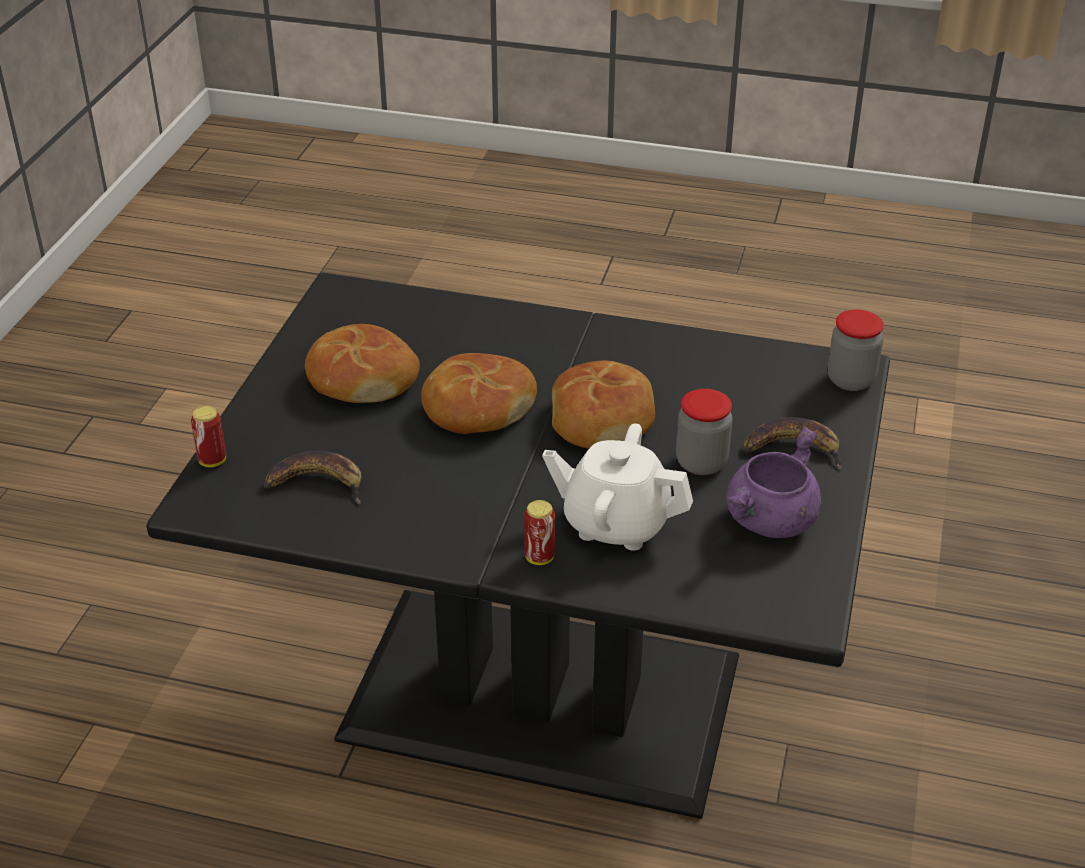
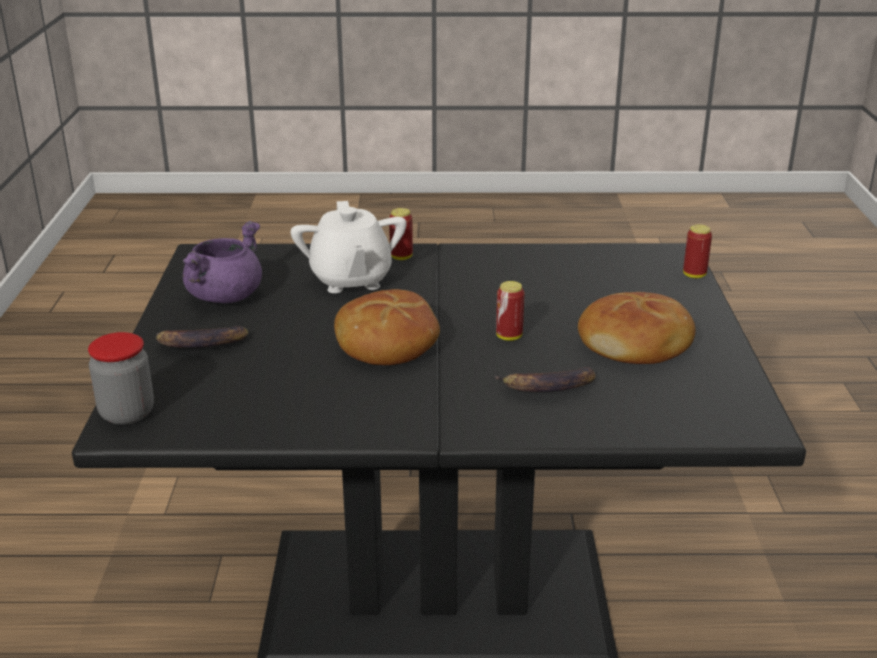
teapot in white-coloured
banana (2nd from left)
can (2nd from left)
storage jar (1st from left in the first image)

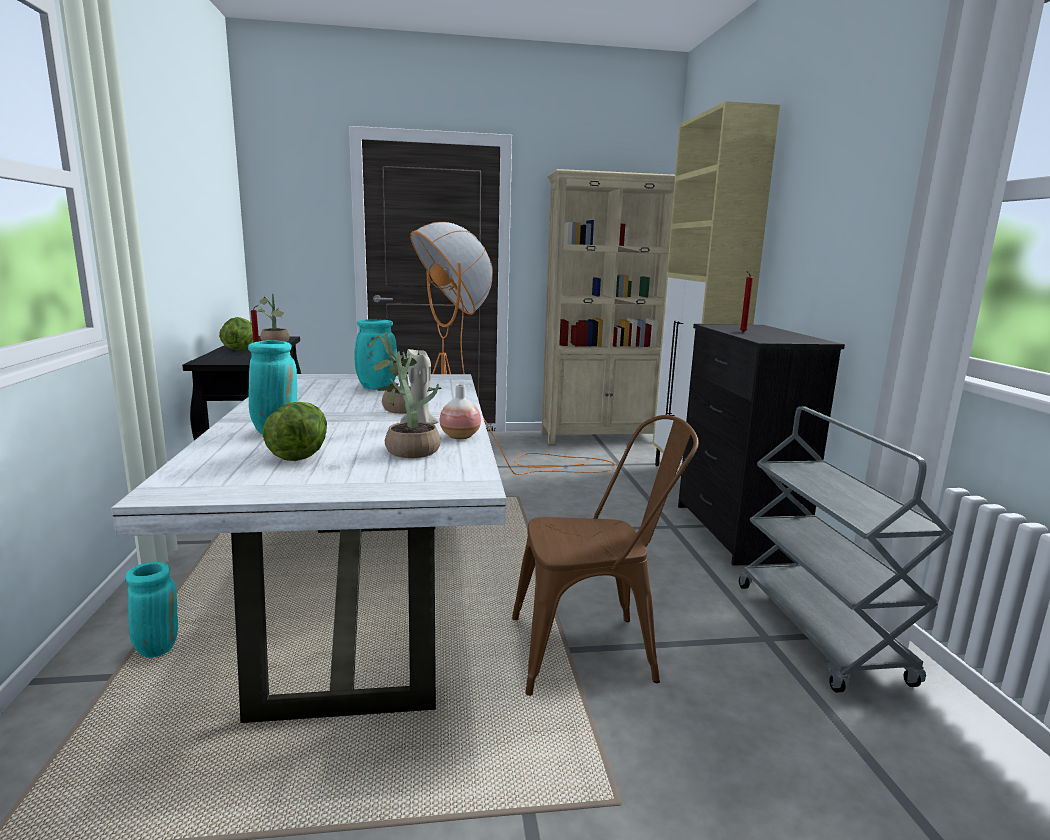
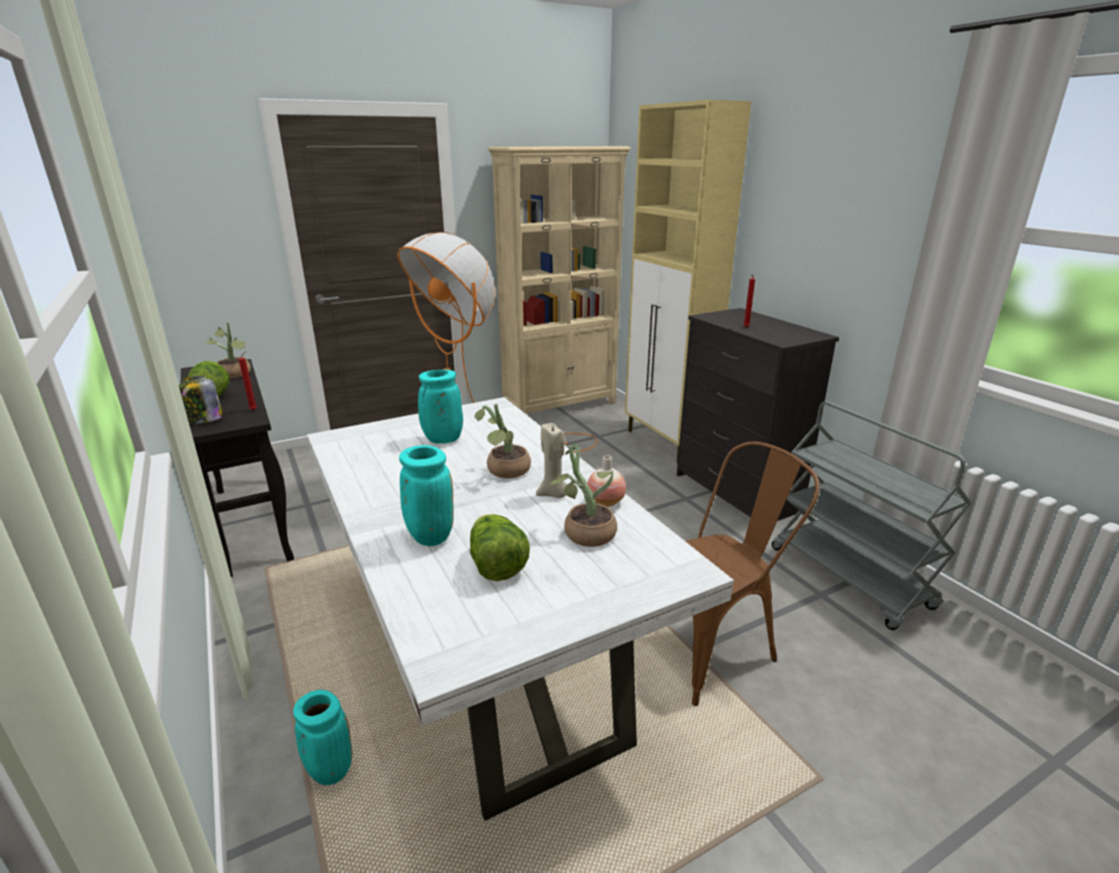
storage jar

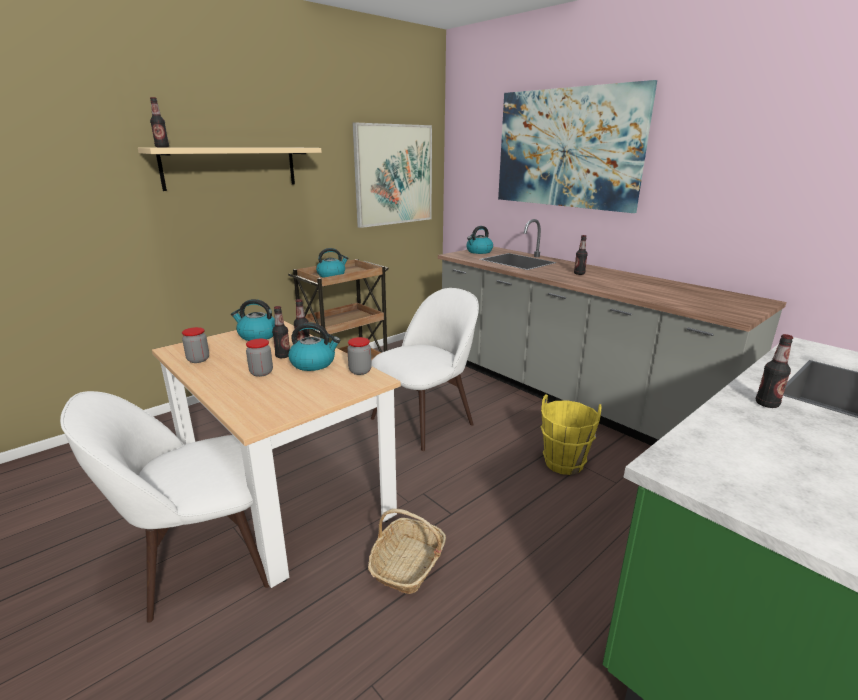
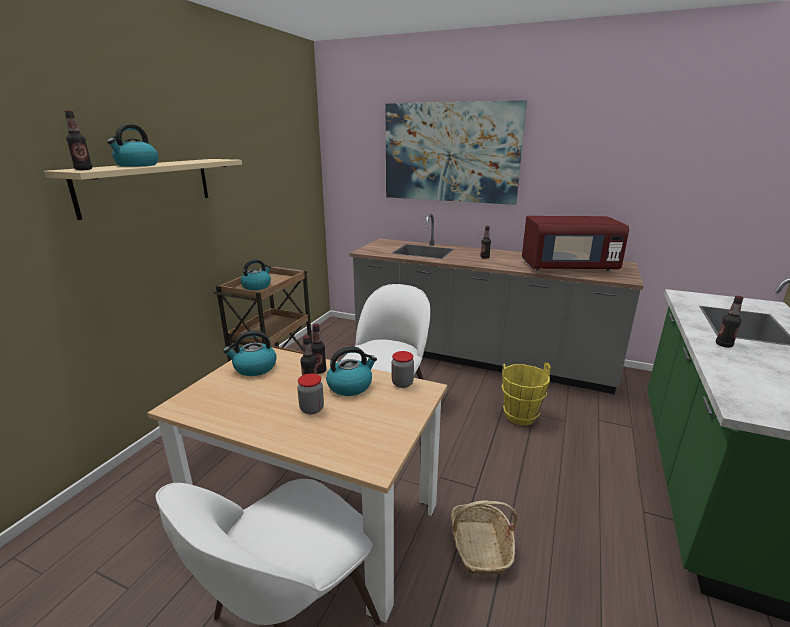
water kettle (1st from left)
microwave oven in red
storage jar (1st from left in the first image)
picture (1st from left in the first image)

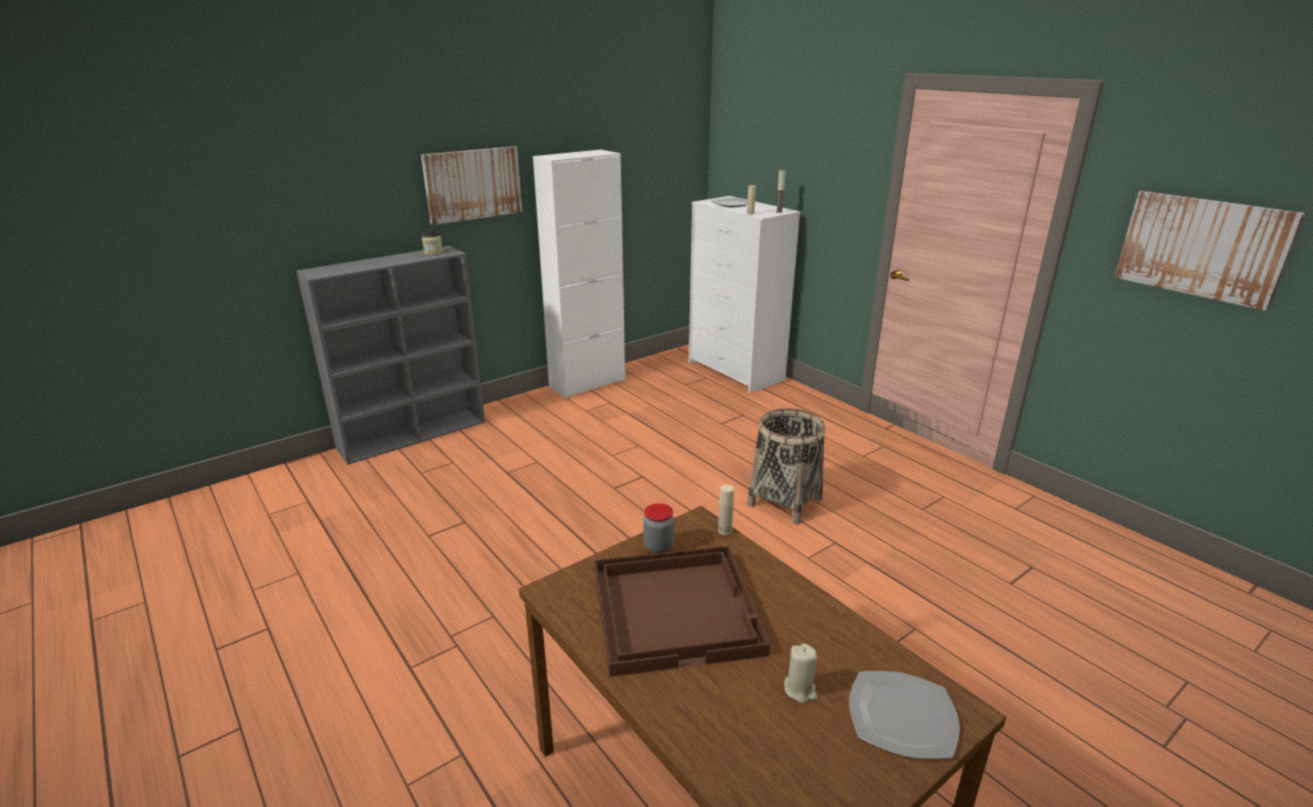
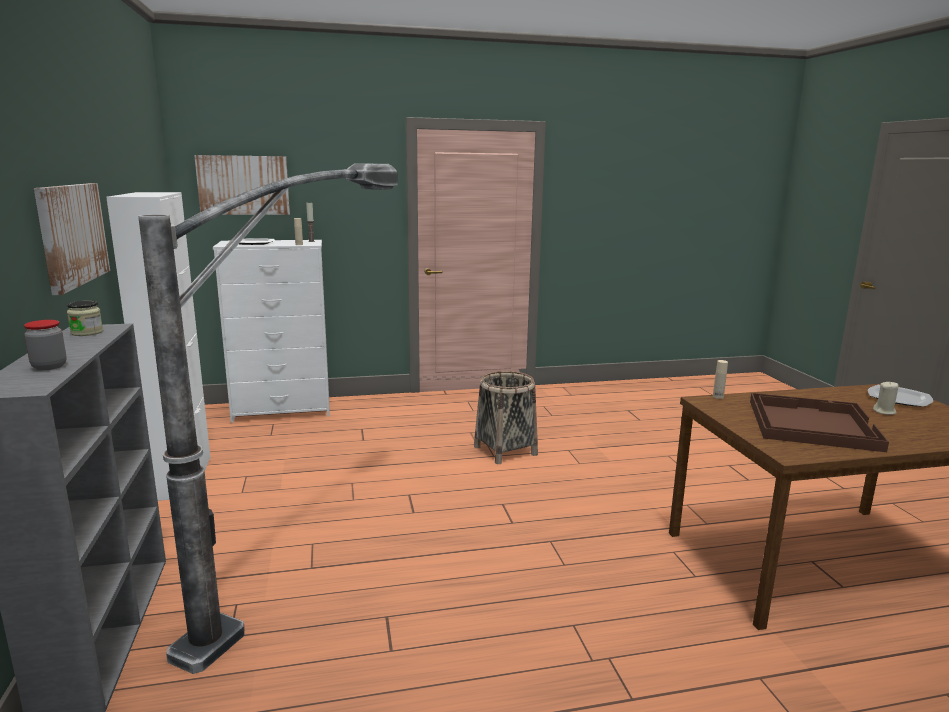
storage jar (1st from left)
standard lamp
picture (2nd from left)

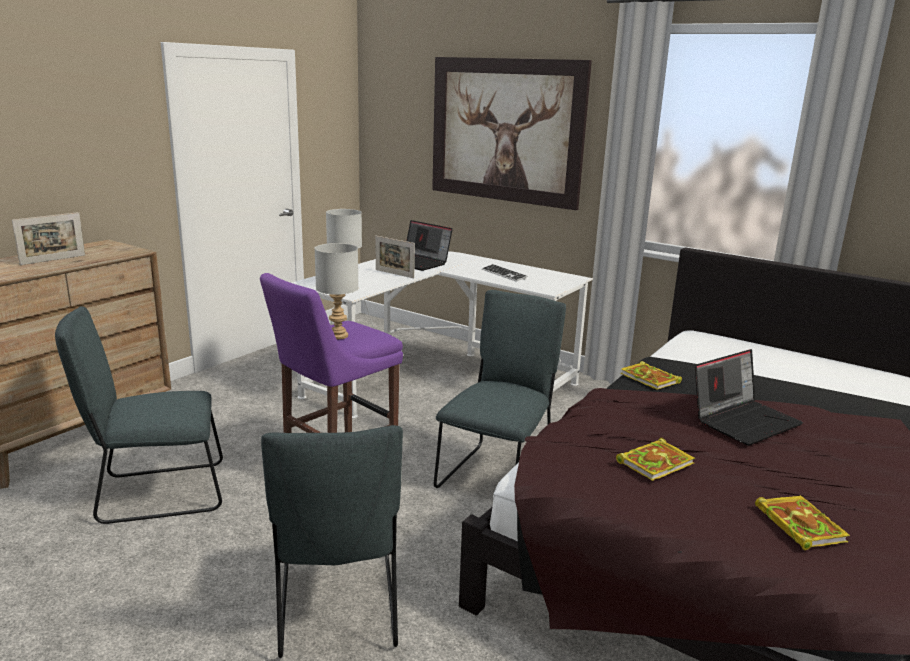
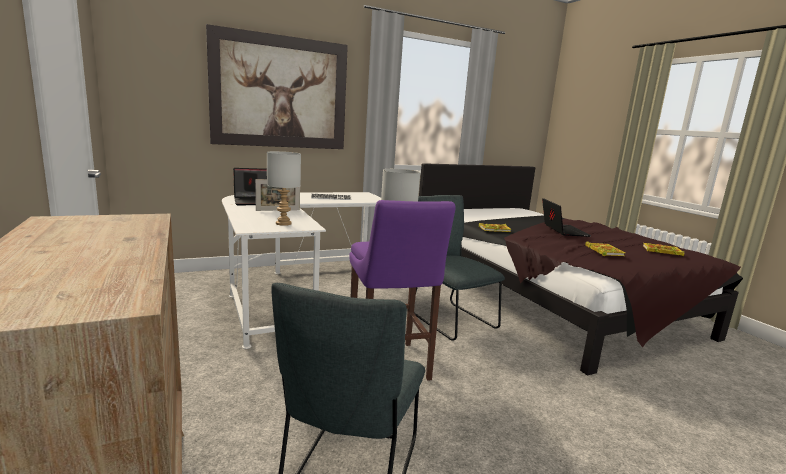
photo frame (1st from left in the first image)
chair in grey (2nd from left in the first image)

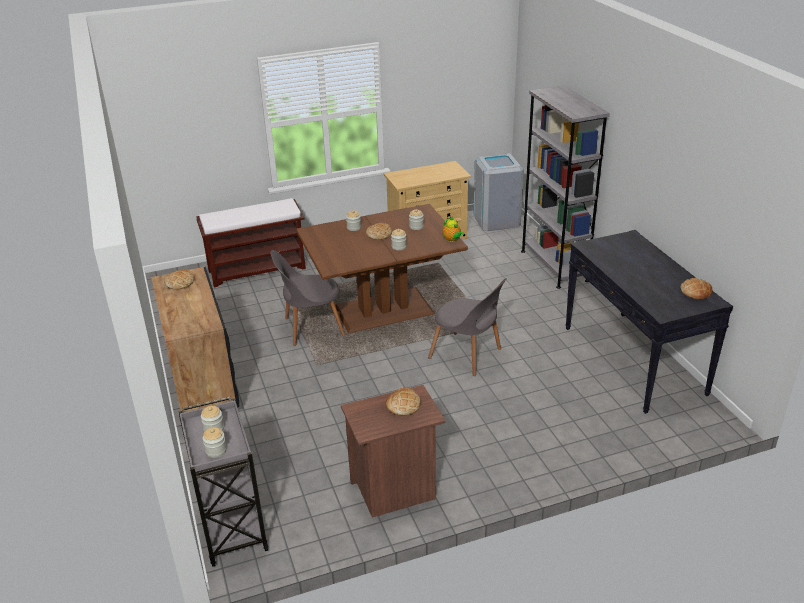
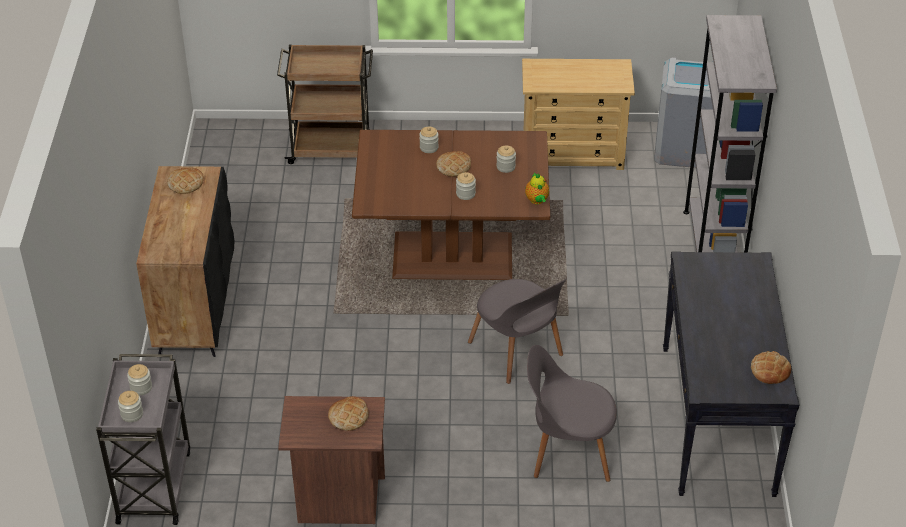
cart in brownish
chair in grey (2nd from left)

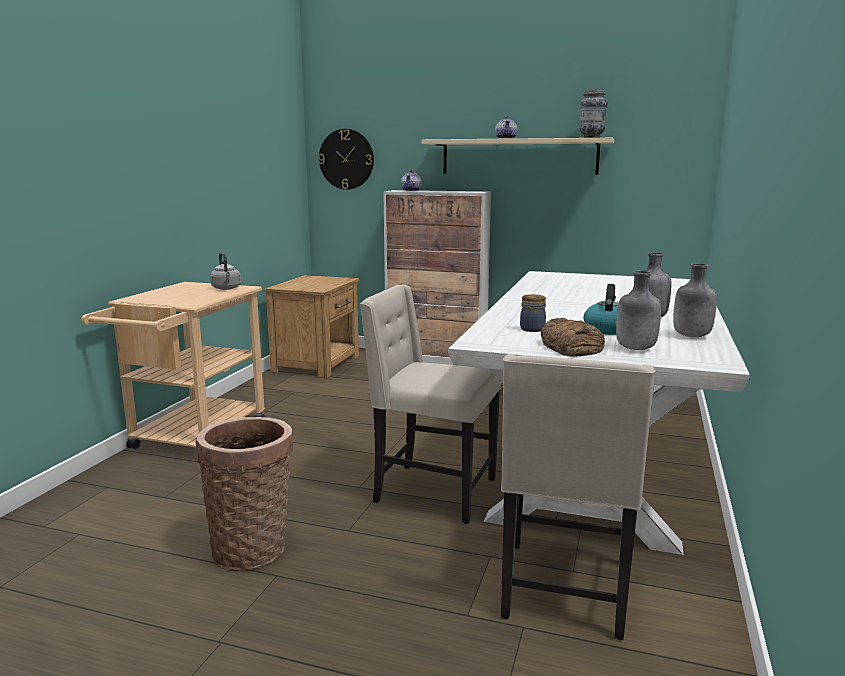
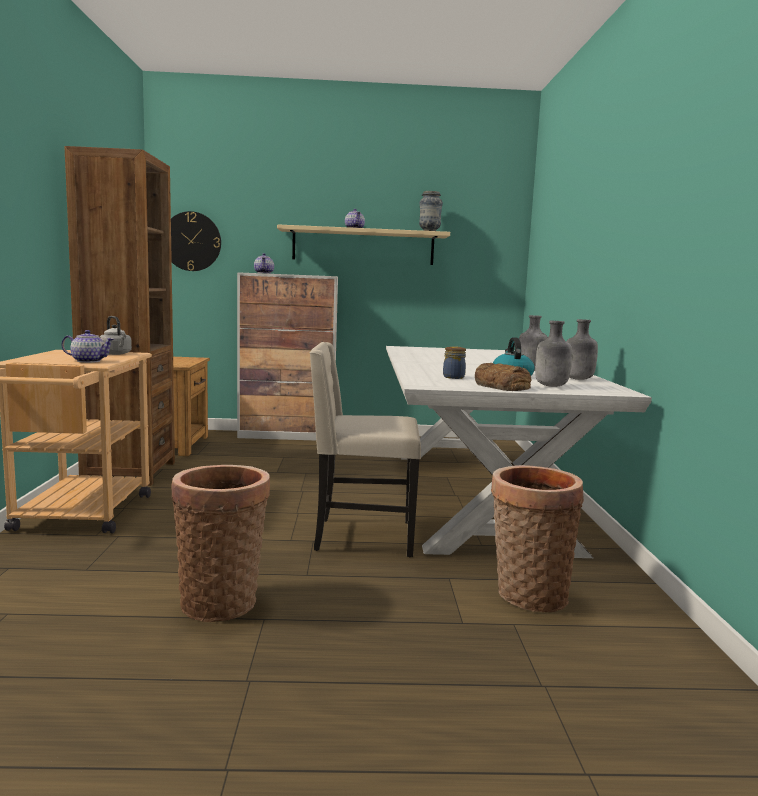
teapot (1st from left)
bookshelf in brownish
household basket (2nd from left)

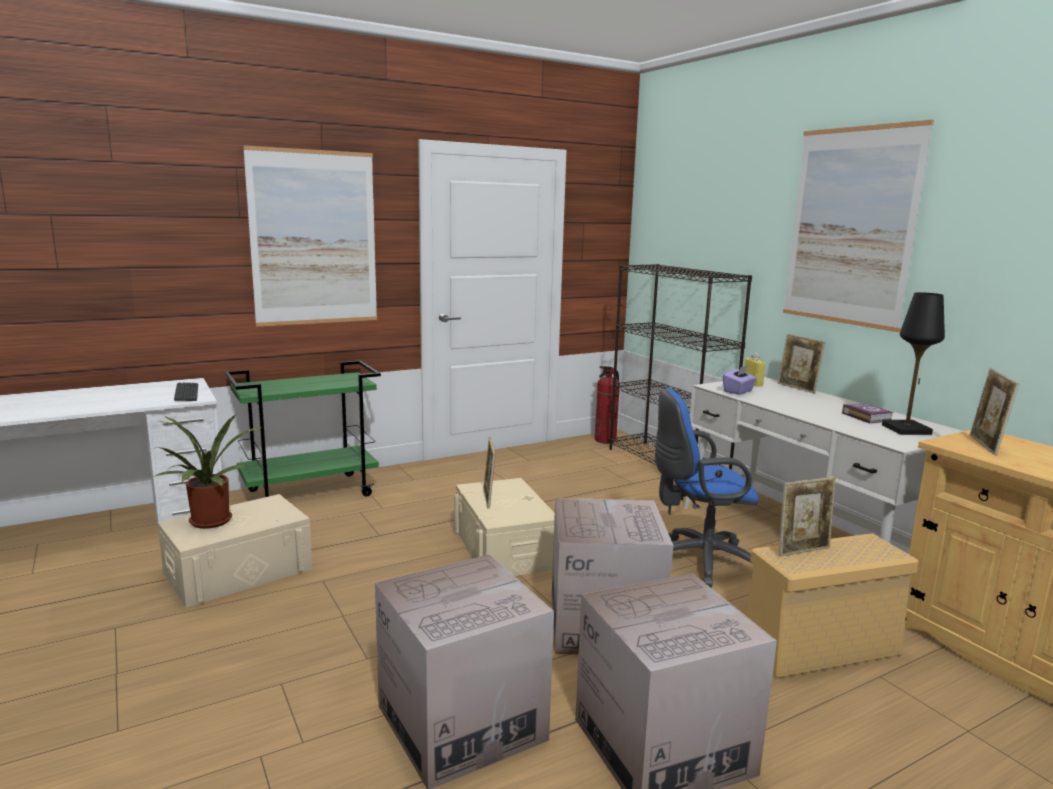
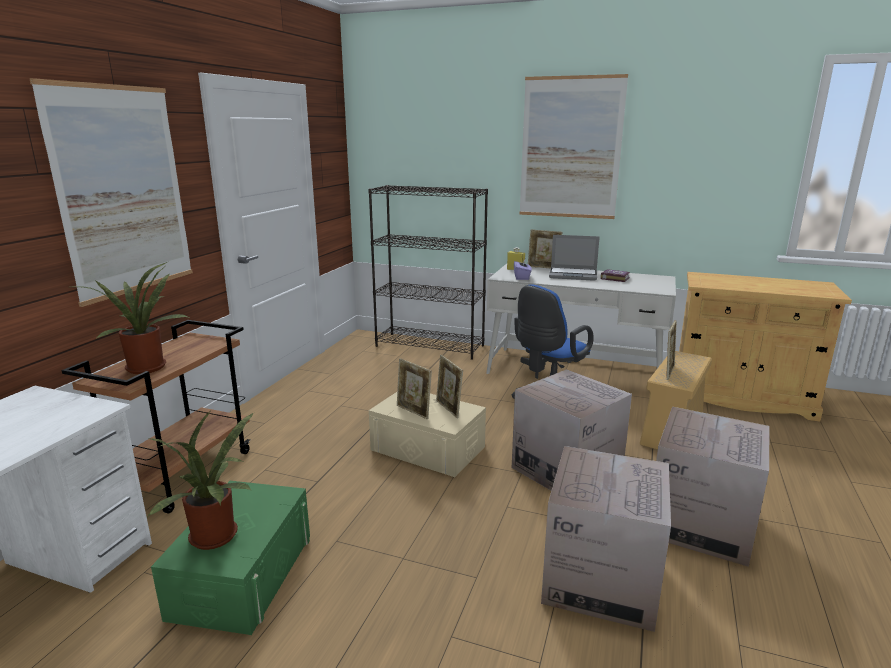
cart in brownish
houseplant (1st from left)
storage box in green-coloured
photo frame (2nd from left)
laptop
keyboard
fire-fighting cylinder
tabletop lamp in black-coloured

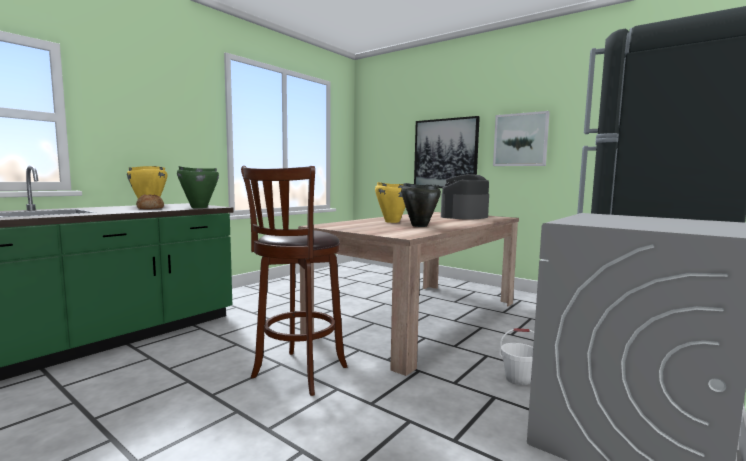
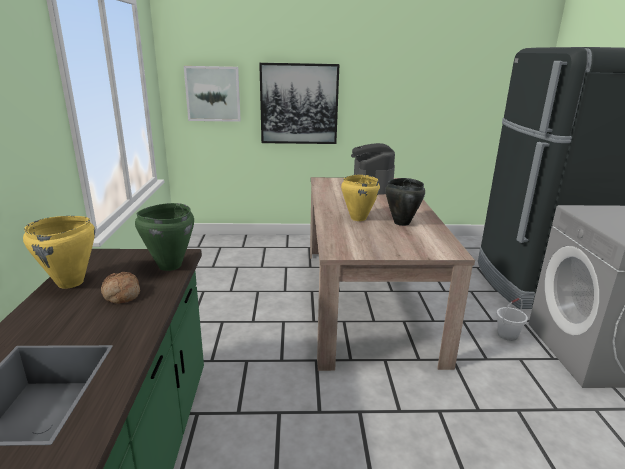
picture (1st from left)
sitting stool in brownish

